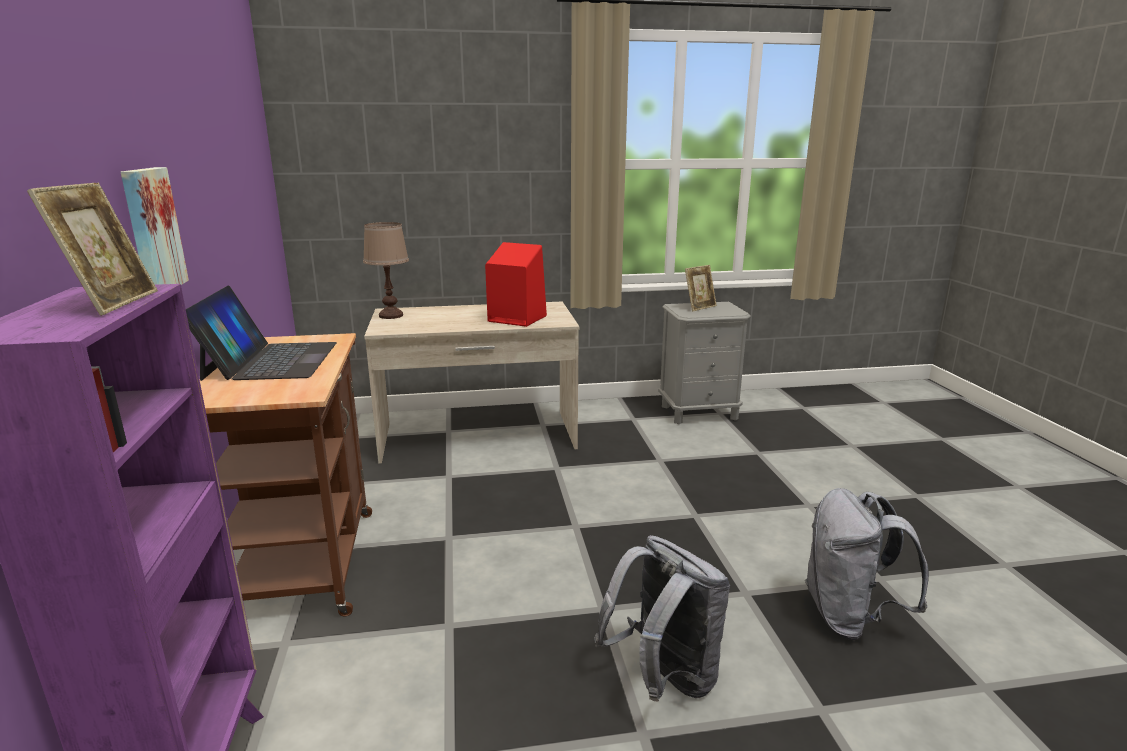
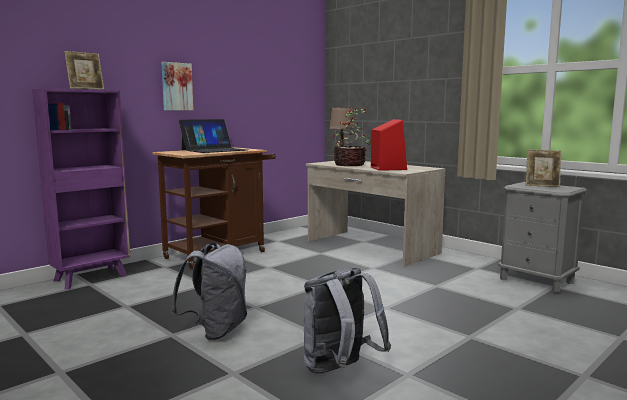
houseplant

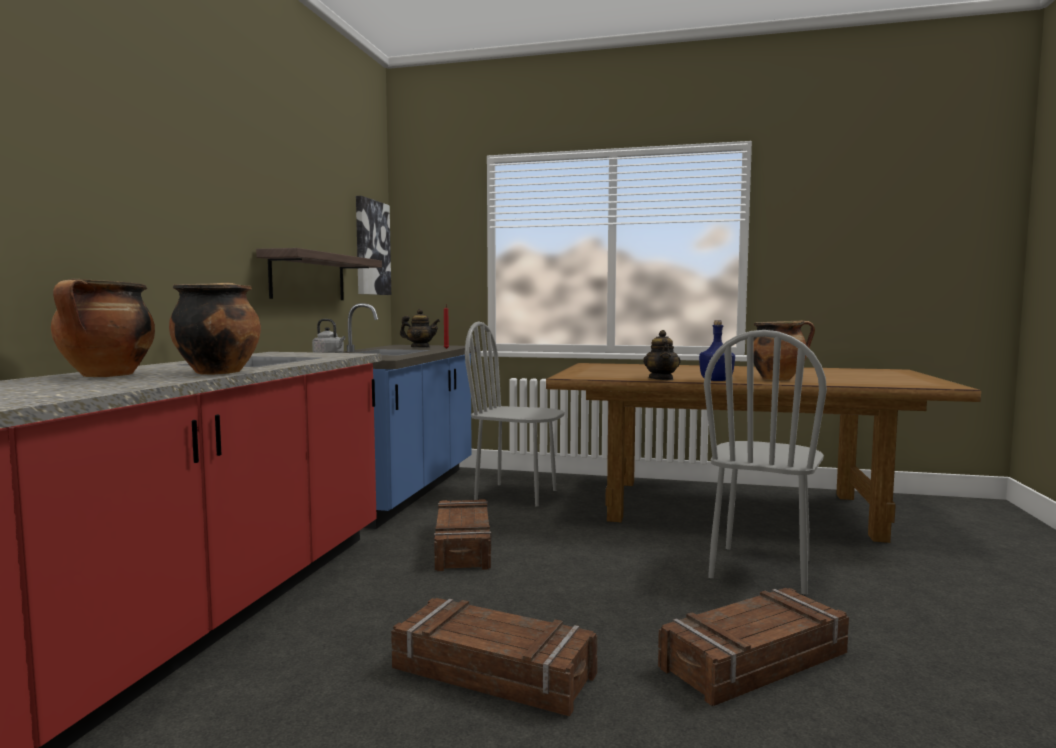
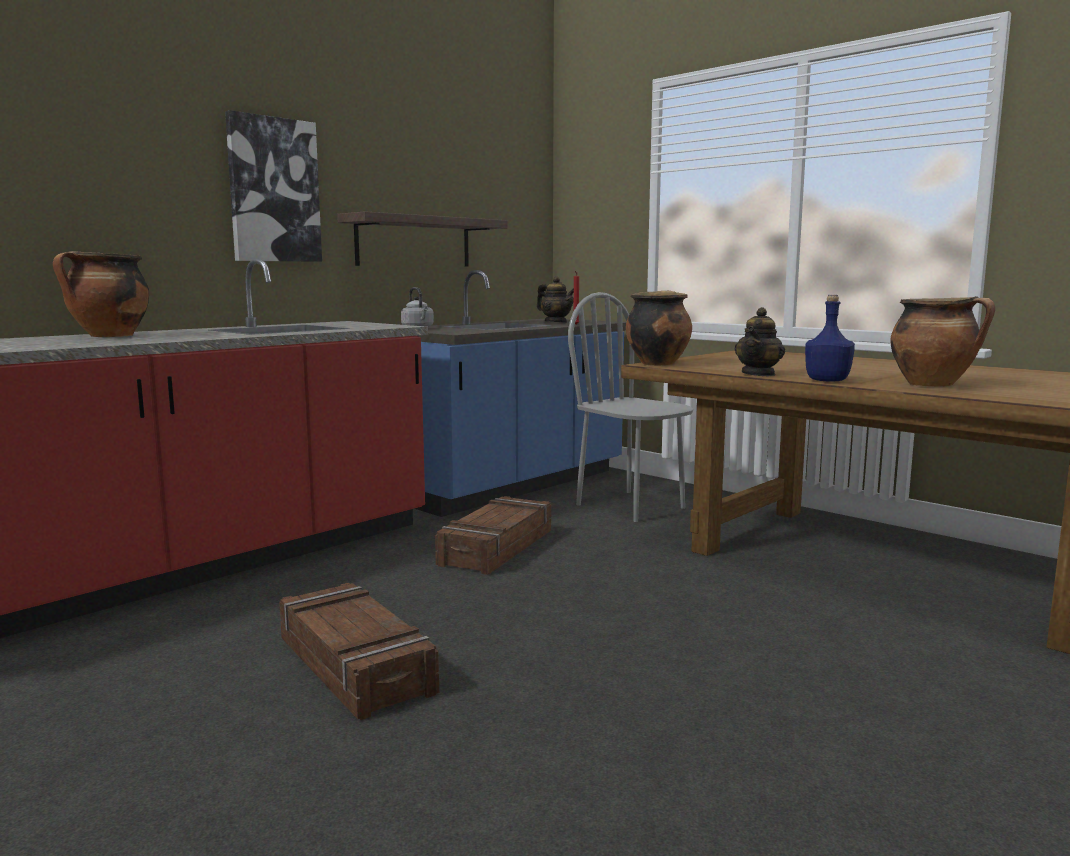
picture
cooking pot (2nd from left)
packing crate (3rd from left in the first image)
chair in grey (2nd from left in the first image)

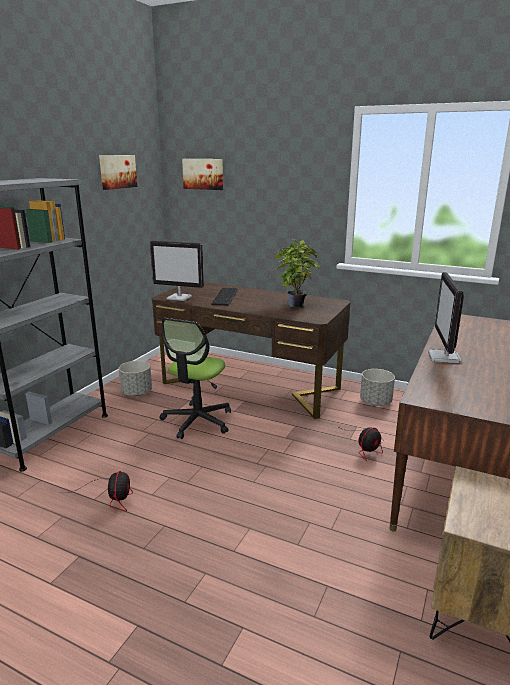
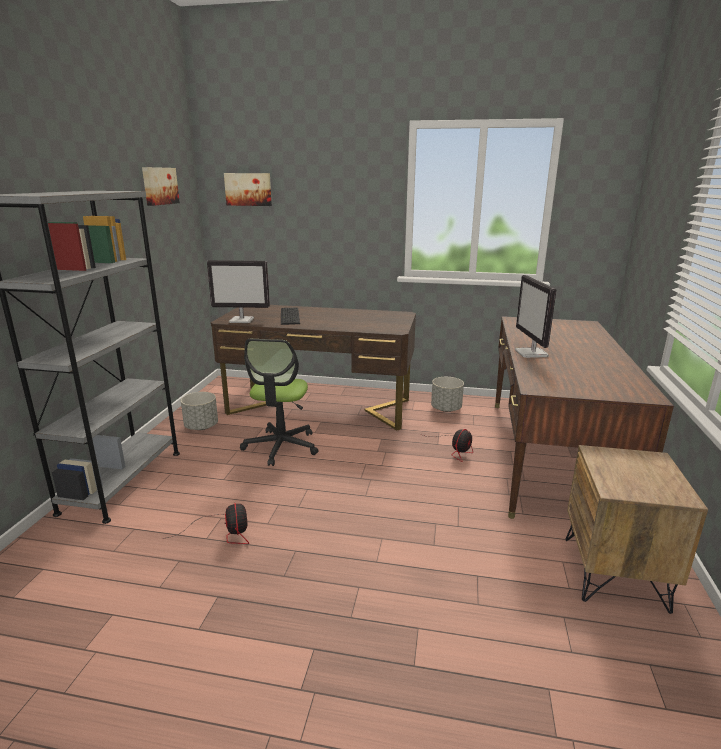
houseplant

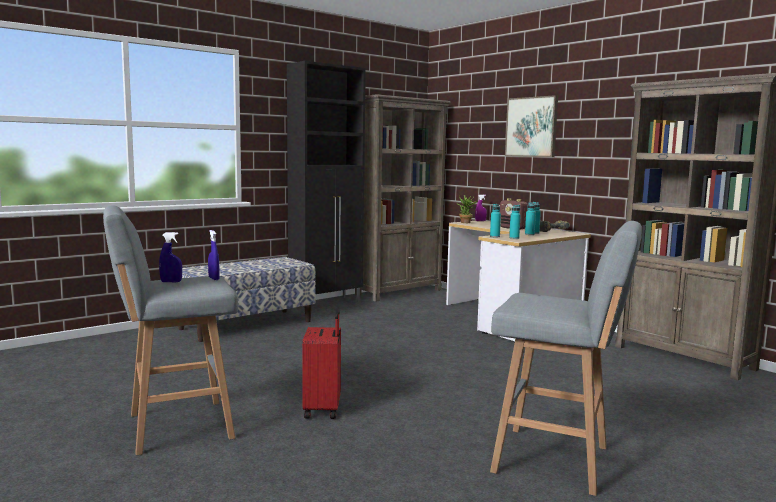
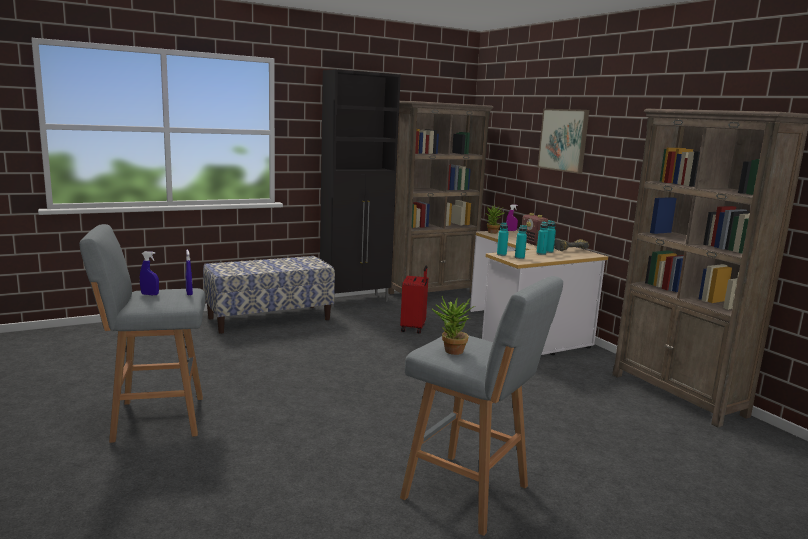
travel case in red
houseplant (1st from left)

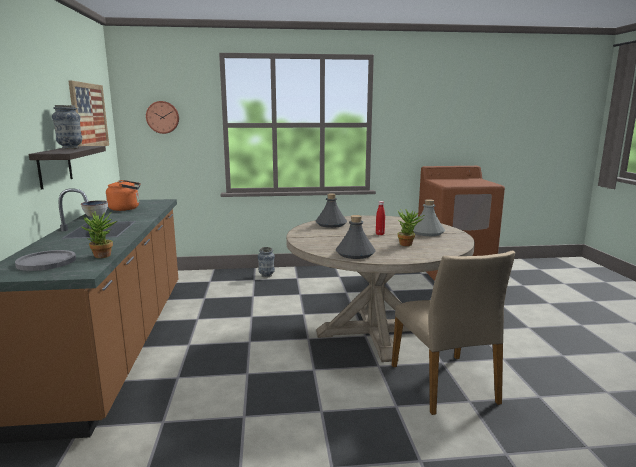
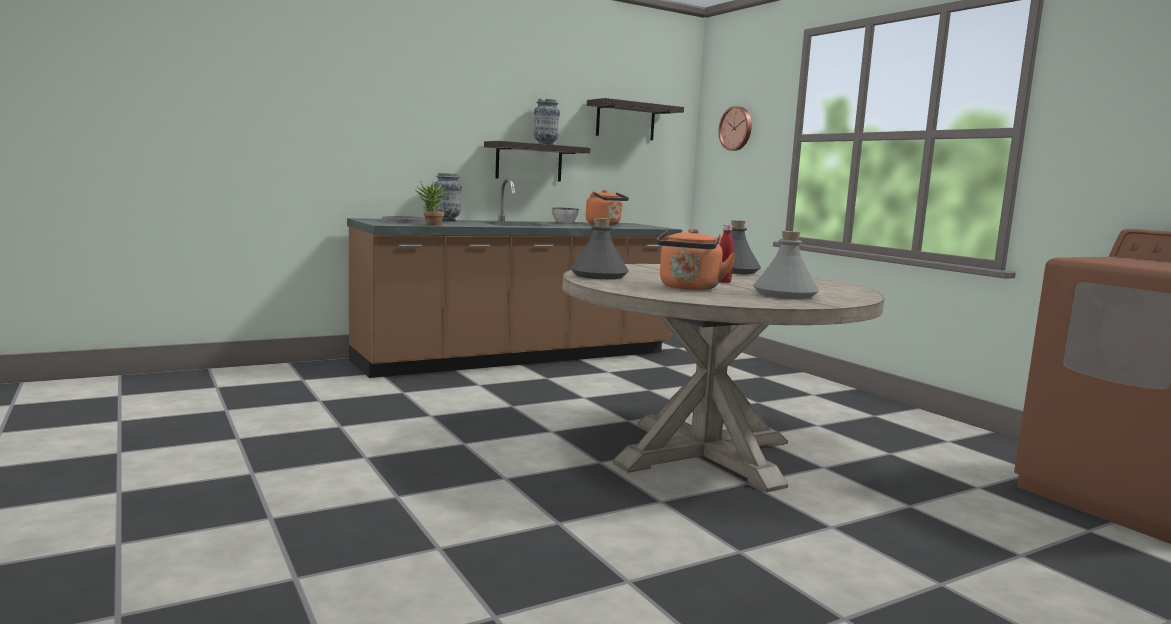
decorative vase (1st from left)
shelf (2nd from left)
water kettle in orange (2nd from left)
chair in sand-coloured

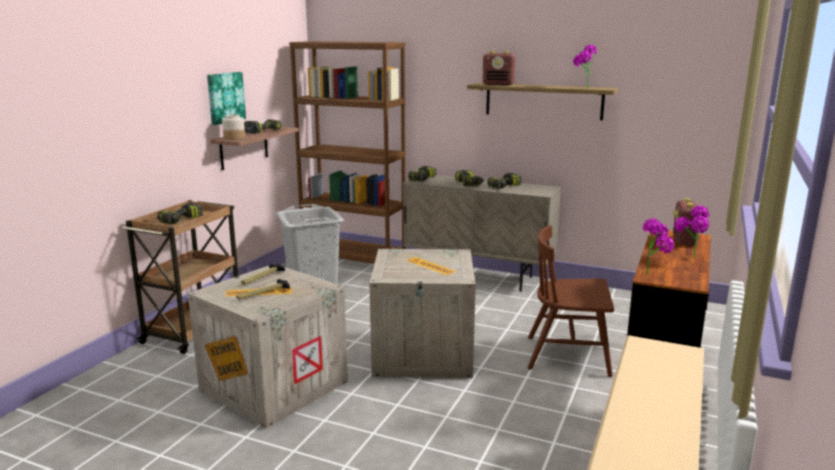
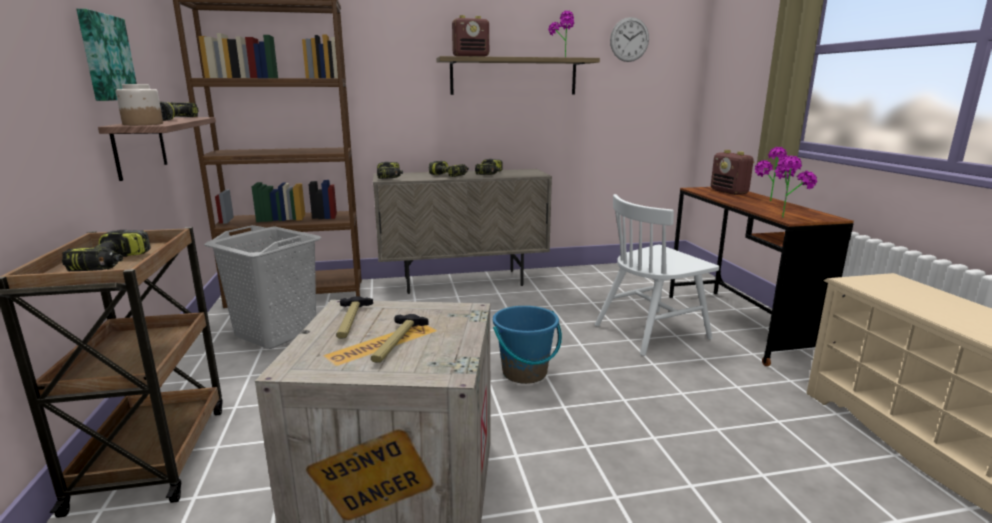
bucket in blue
chair in white-coloured
hanging clock

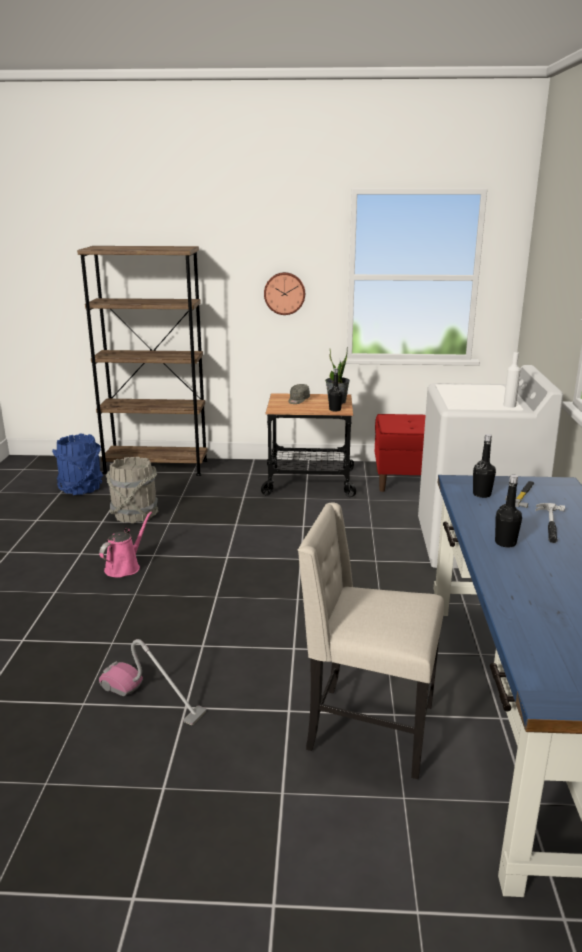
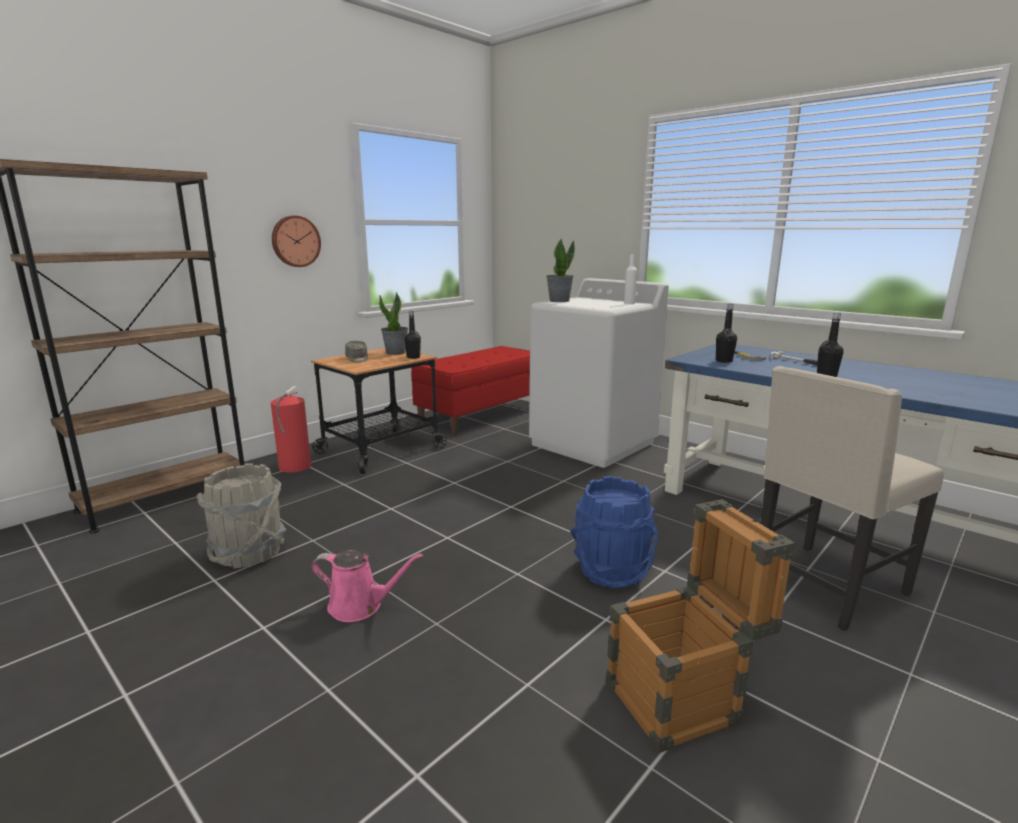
fire-fighting cylinder
watering can in pink-coloured
houseplant (2nd from left)
bucket in blue
packing crate

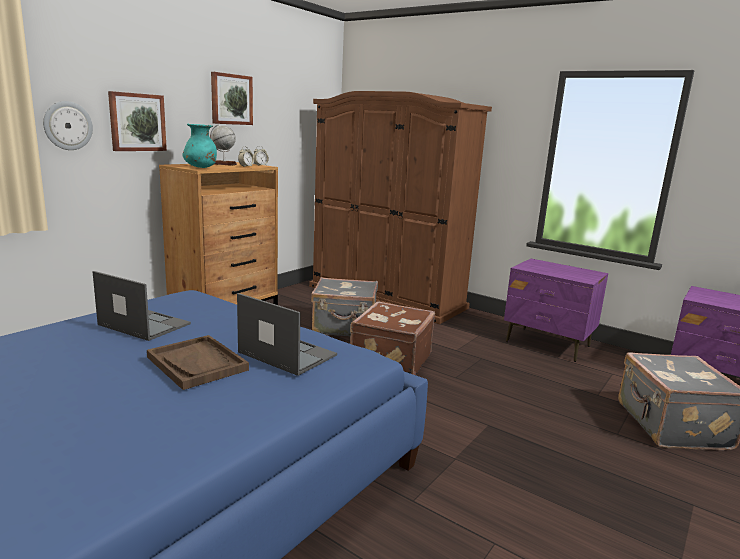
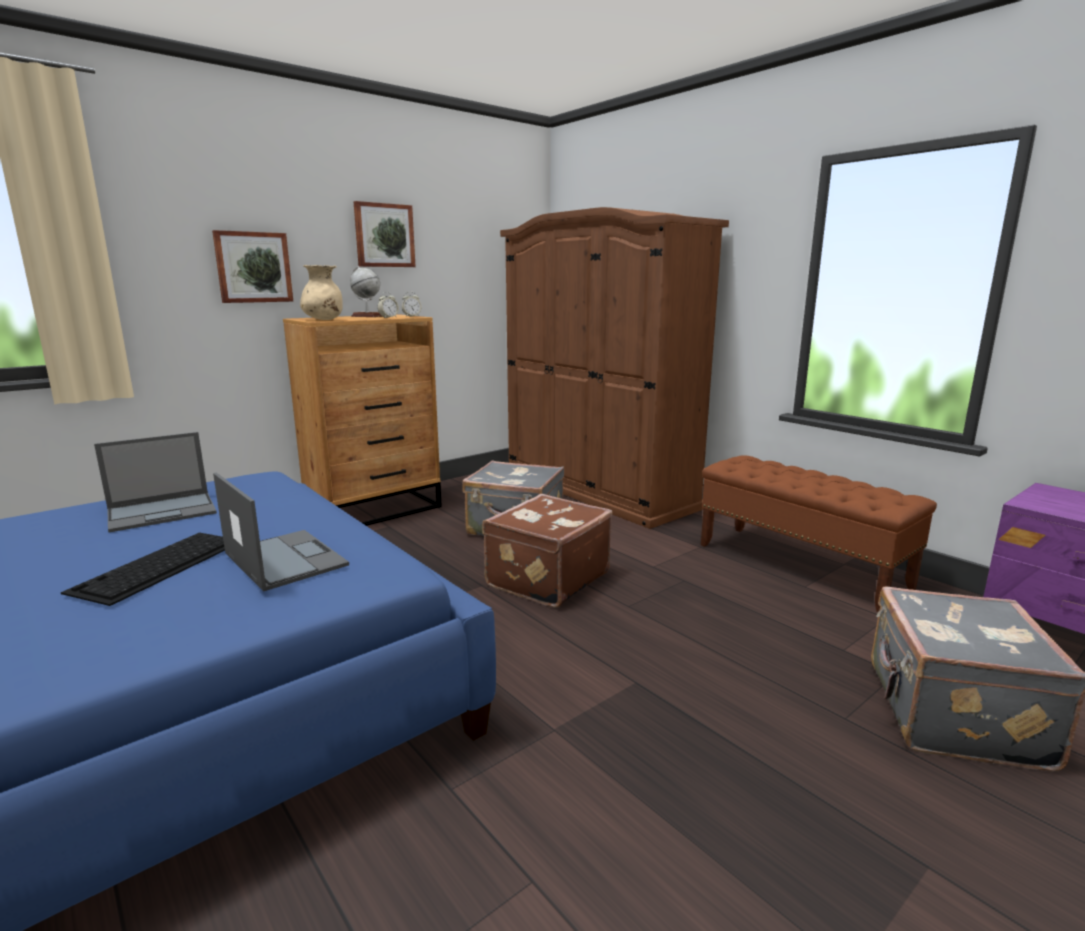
keyboard
laptop (1st from left)
decorative vase in sand-coloured
long seat in brownish
hanging clock

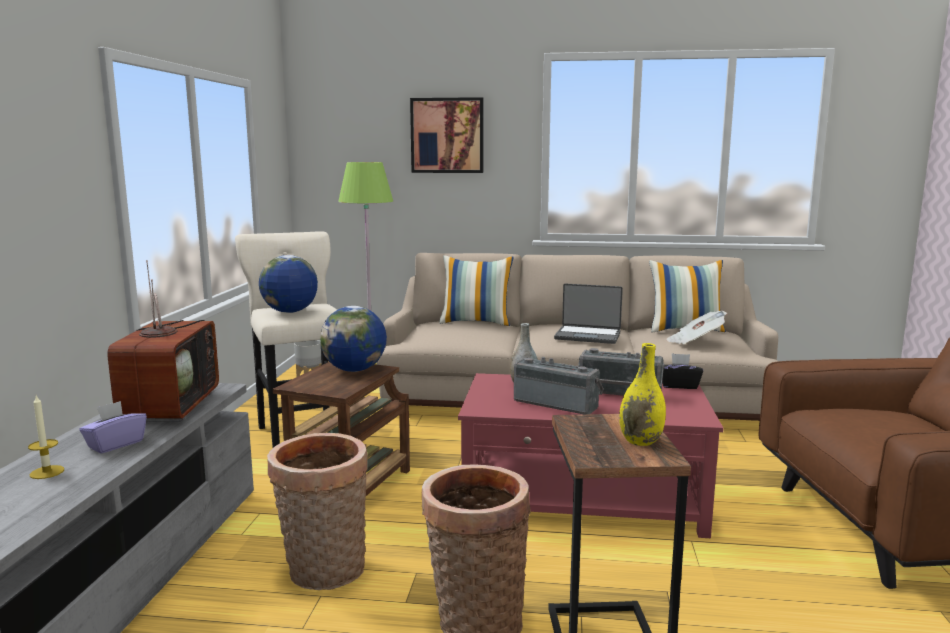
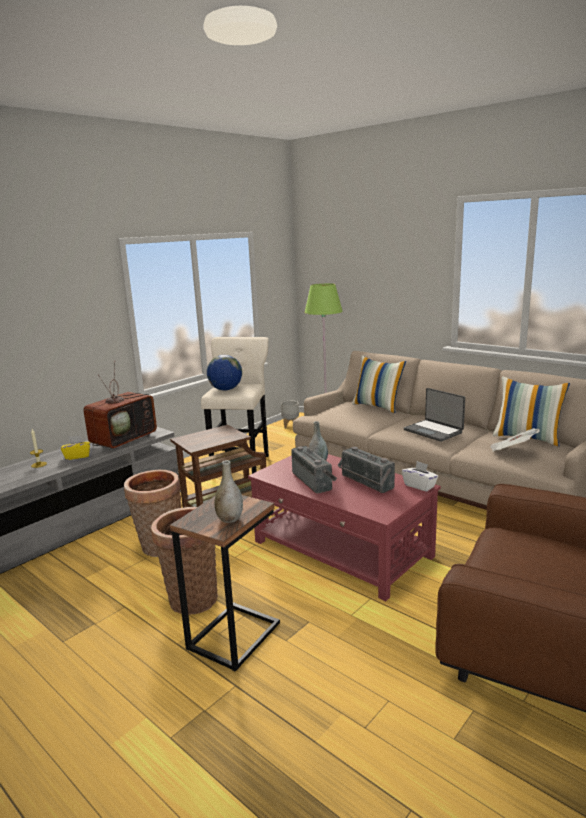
tissue box in yellowish
decorative vase in grey (1st from left)
tissue box in white-coloured
globe (2nd from left in the first image)
picture

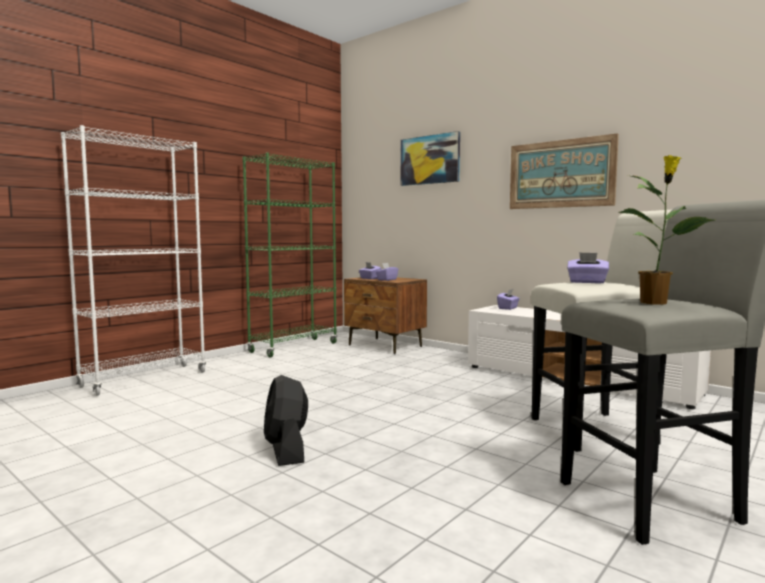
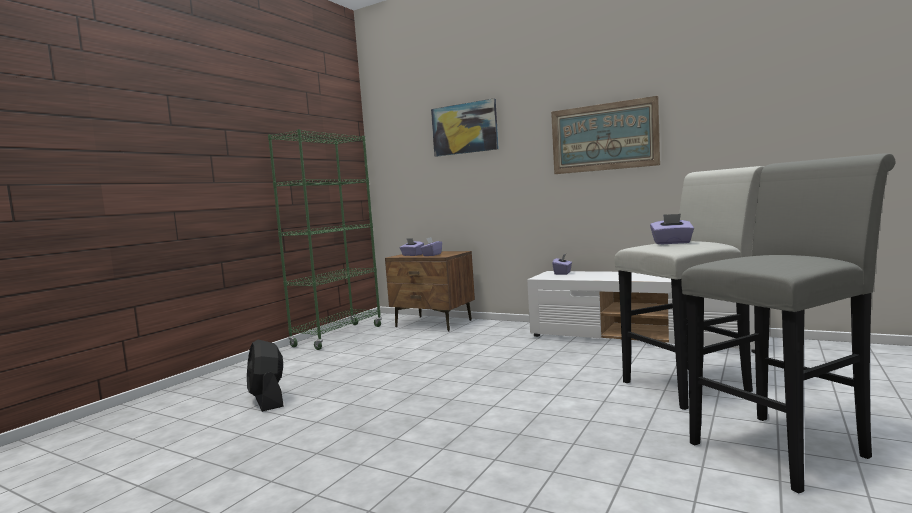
cooling fan in black-coloured
bookshelf in white-coloured
houseplant

